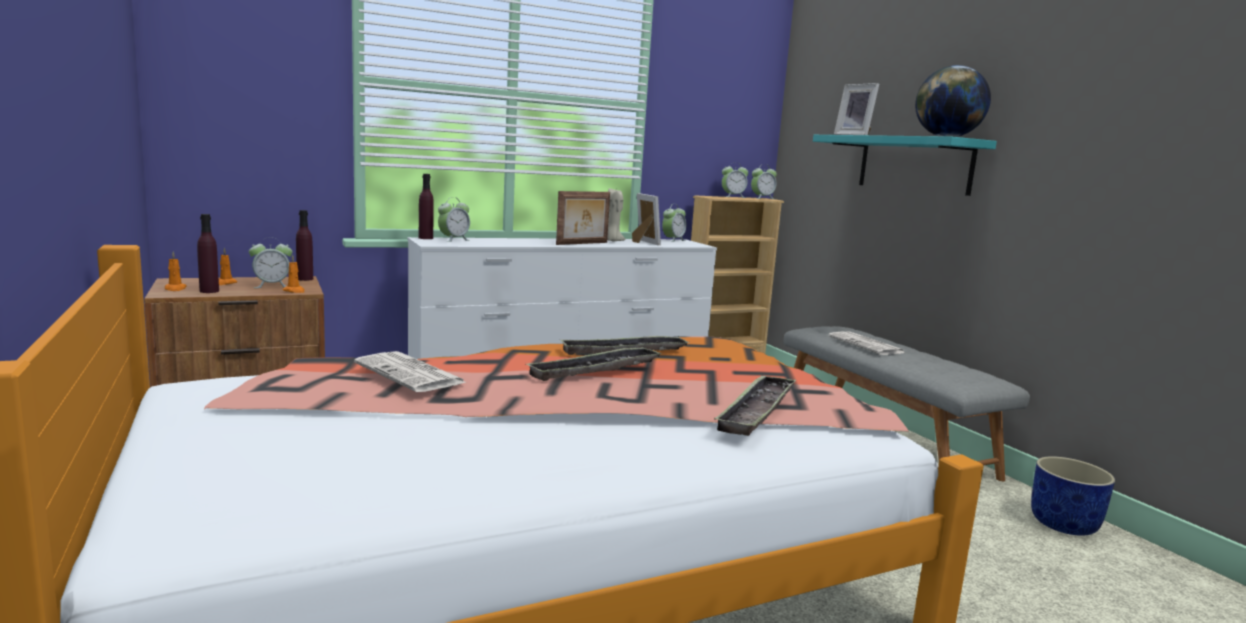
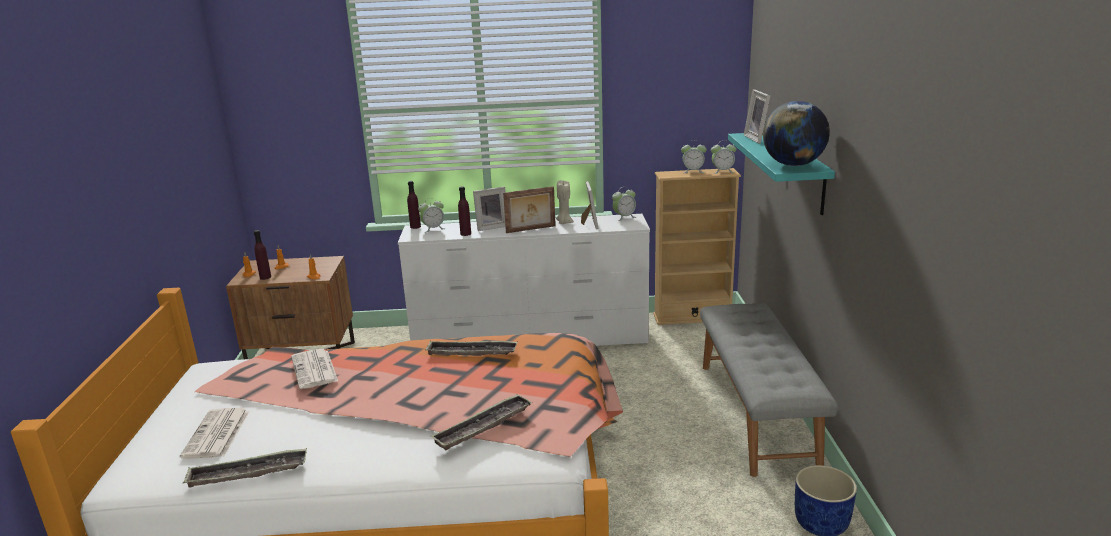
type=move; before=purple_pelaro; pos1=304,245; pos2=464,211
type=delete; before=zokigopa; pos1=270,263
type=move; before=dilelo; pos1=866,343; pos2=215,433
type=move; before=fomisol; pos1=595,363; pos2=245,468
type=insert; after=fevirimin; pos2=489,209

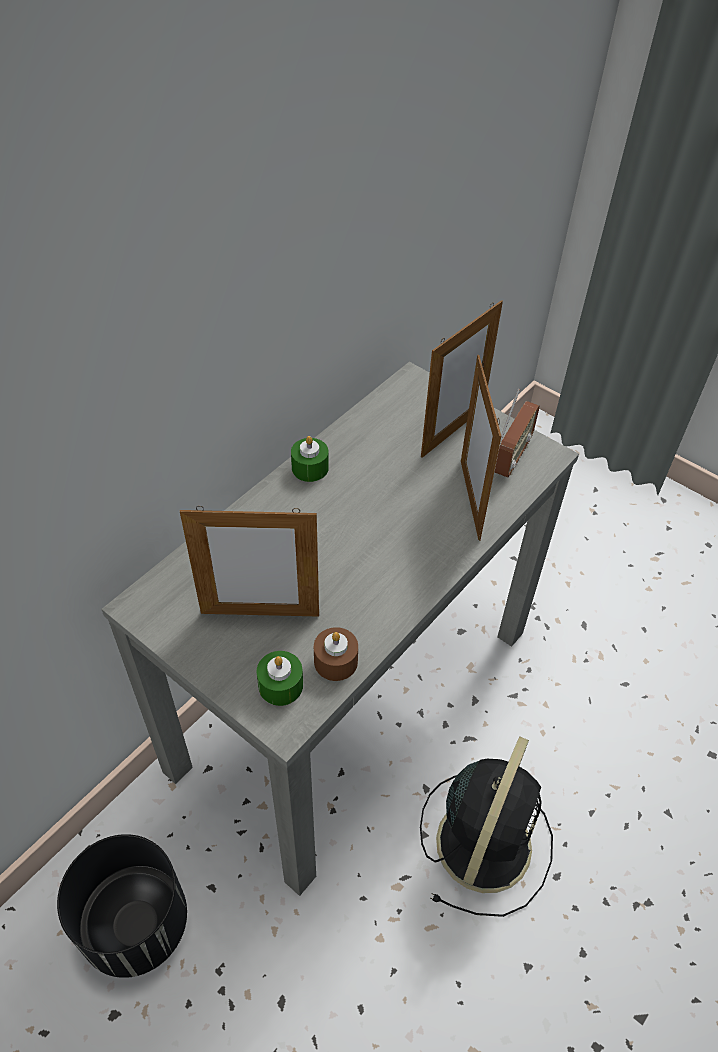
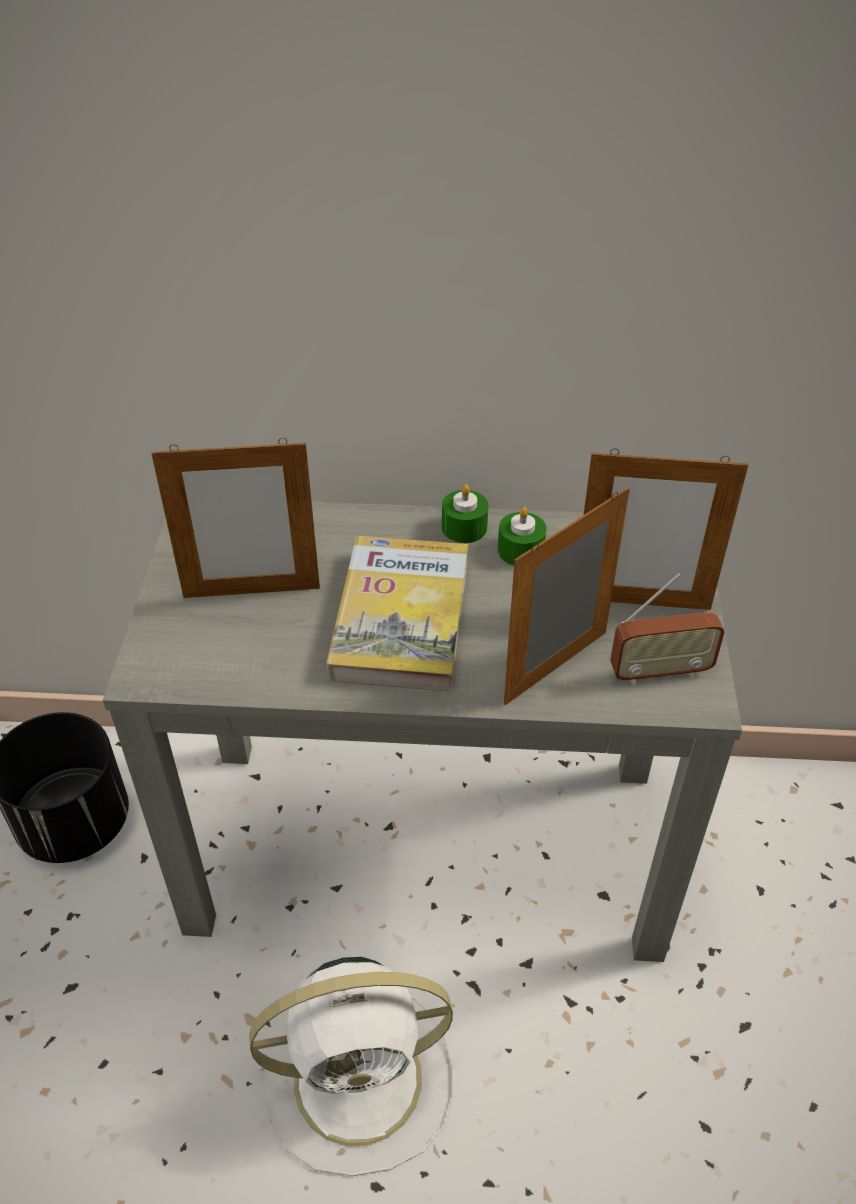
type=rotate; before=fevirimin; pos1=249,561; pos2=235,518; turn=-60
type=delete; before=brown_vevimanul; pos1=336,654
type=move; before=green_vevimanul; pos1=280,678; pos2=522,536
type=recolor; before=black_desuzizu; after=white_desuzizu; pos1=486,827; pos2=351,1066
type=insert; after=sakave; pos2=397,614

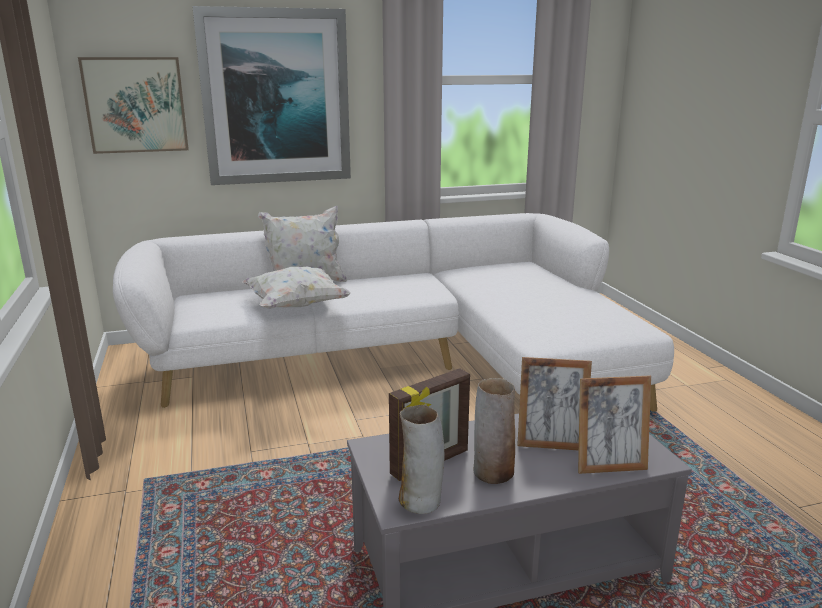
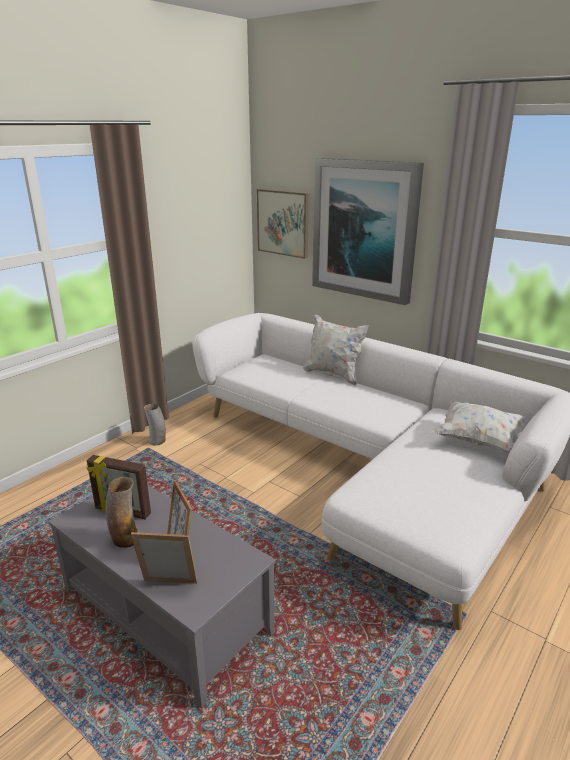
type=move; before=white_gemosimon; pos1=296,288; pos2=480,426
type=rotate; before=fevirimin; pos1=614,425; pos2=164,558; turn=135
type=move; before=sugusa; pos1=421,459; pos2=155,424

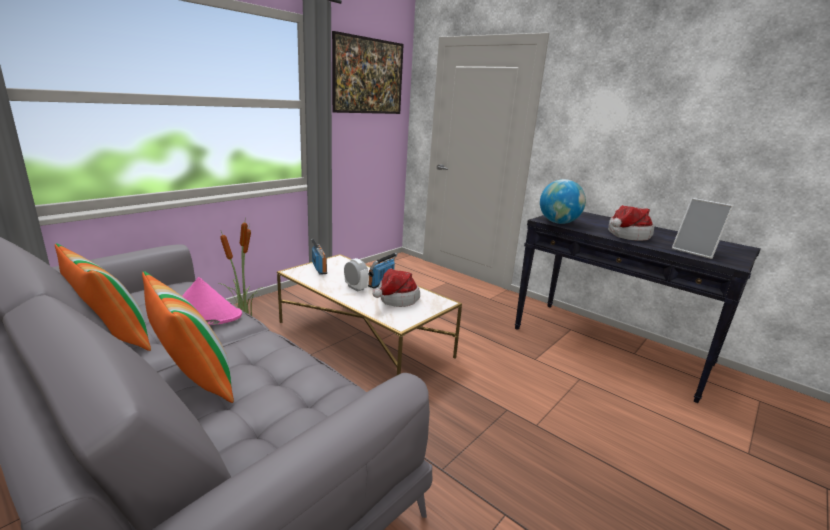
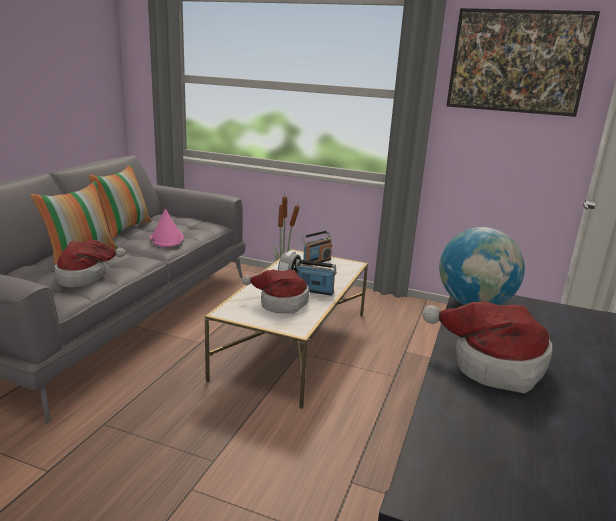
type=delete; before=fevirimin; pos1=703,228
type=insert; after=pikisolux; pos2=90,263

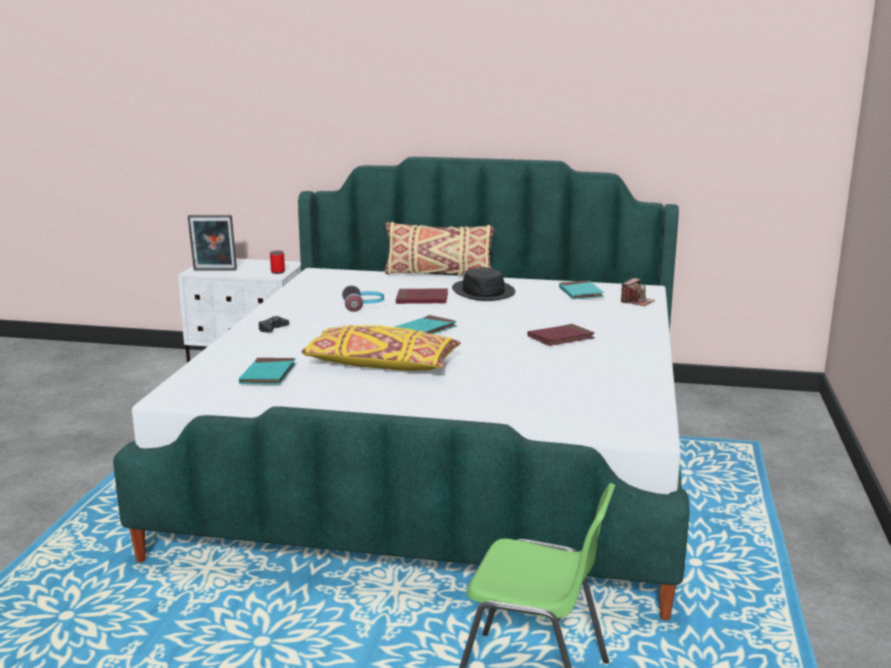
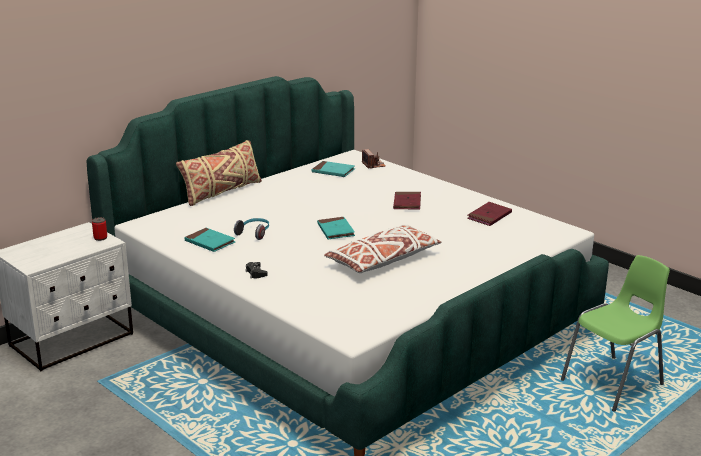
type=delete; before=fevirimin; pos1=212,243
type=delete; before=black_pikisolux; pos1=483,284
type=move; before=red_sakave; pos1=422,296; pos2=489,214
type=recolor; before=yellow_gemosimon; after=white_gemosimon; pos1=381,348; pos2=382,248
type=move; before=turquoise_sakave; pos1=267,371; pos2=209,240

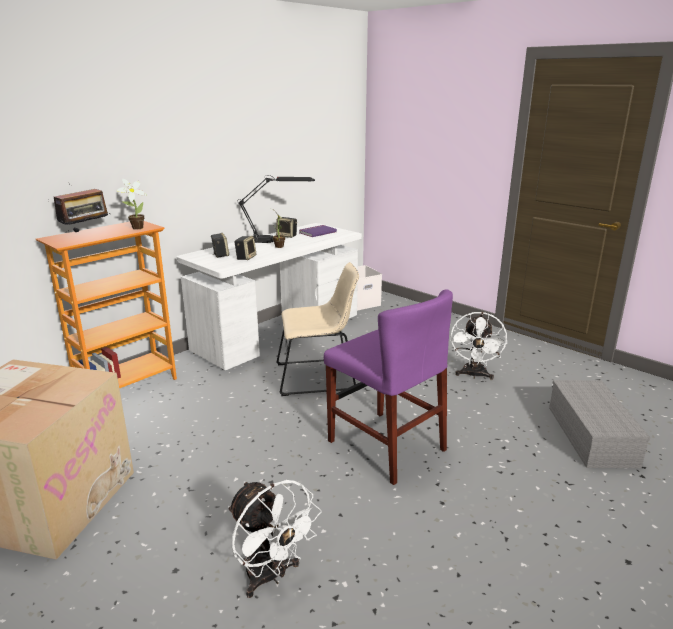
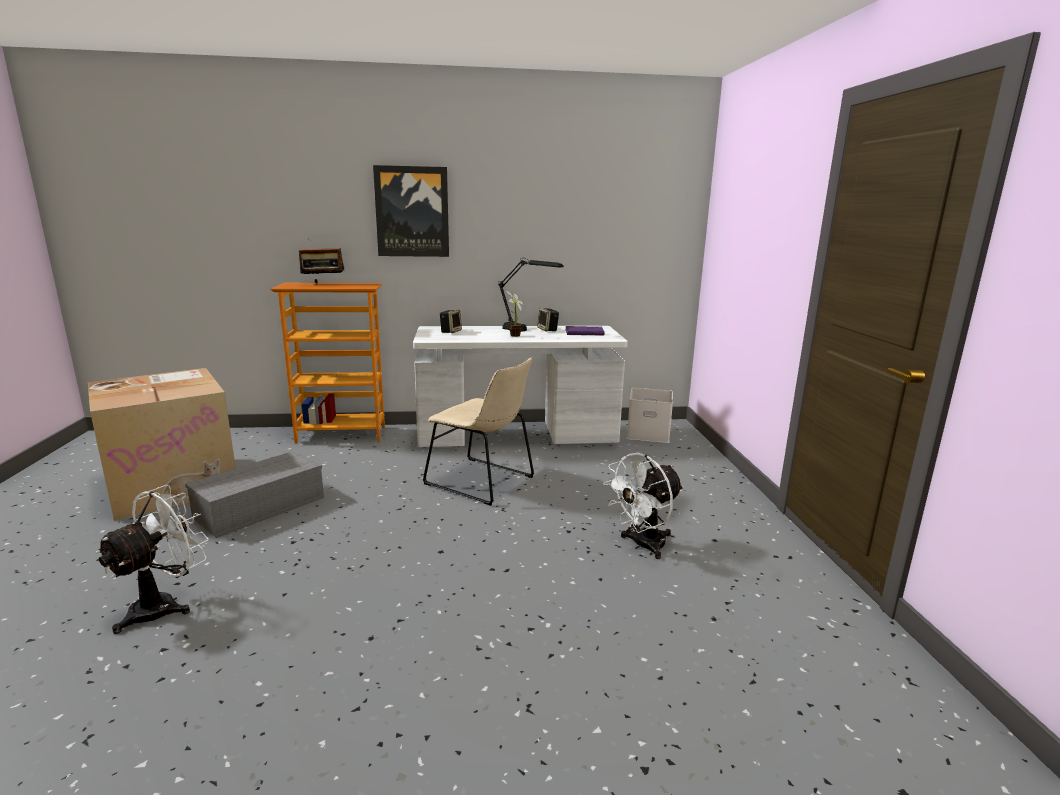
type=delete; before=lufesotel; pos1=132,204
type=delete; before=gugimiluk; pos1=245,248
type=delete; before=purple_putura; pos1=388,387
type=move; before=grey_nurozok; pos1=599,424; pos2=254,494
type=rotate; before=white_desuzizu; pos1=275,539; pos2=152,559; turn=-150
type=insert; after=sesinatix; pos2=411,211

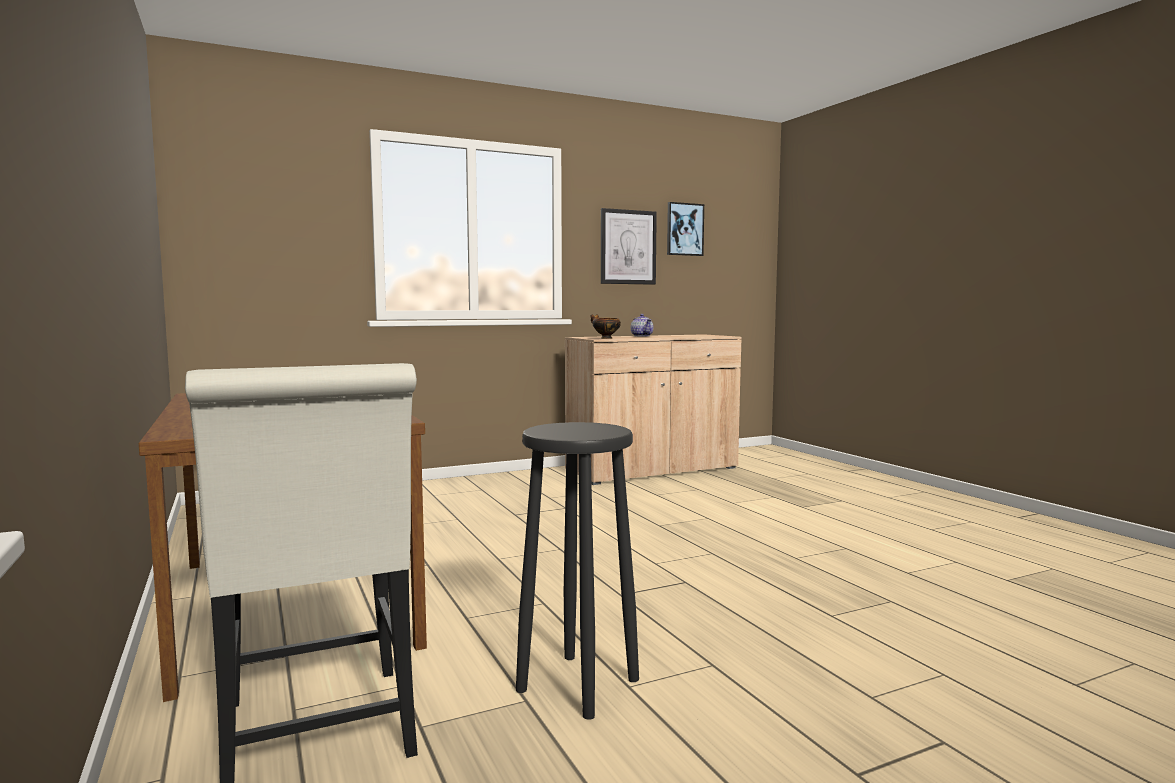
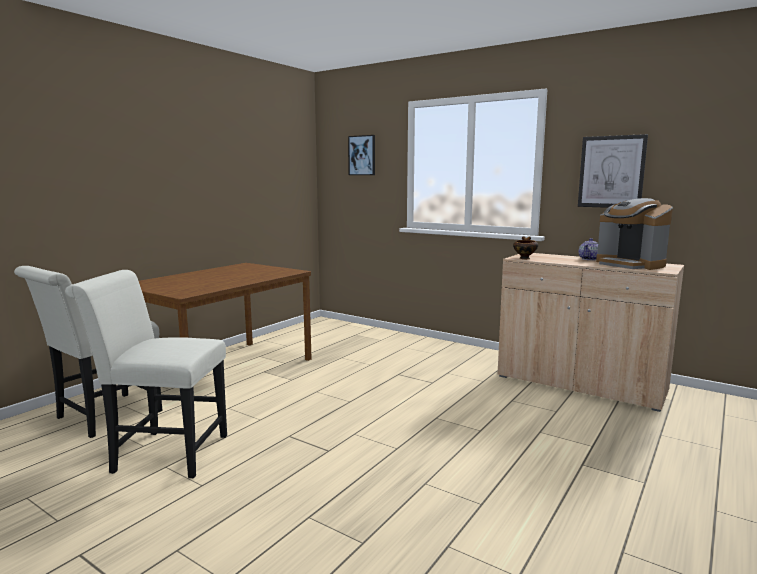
type=move; before=sesinatix; pos1=685,229; pos2=361,155
type=replace; before=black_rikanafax; after=white_putura; pos1=577,571; pos2=146,374
type=insert; after=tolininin; pos2=634,234

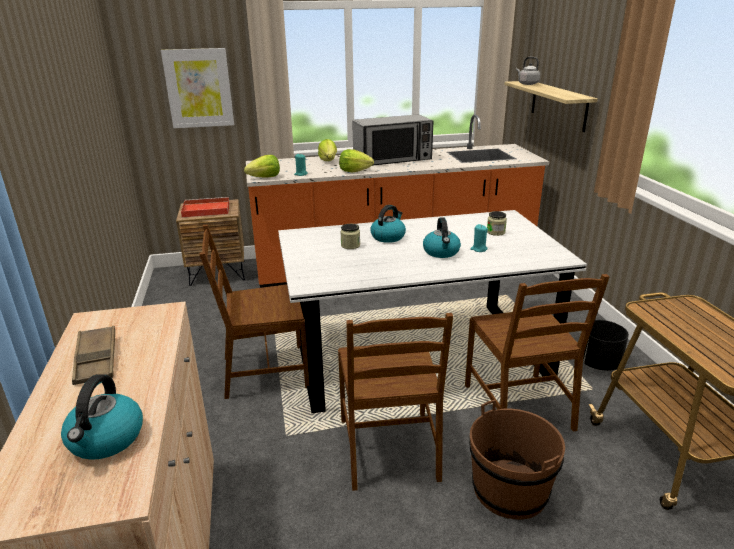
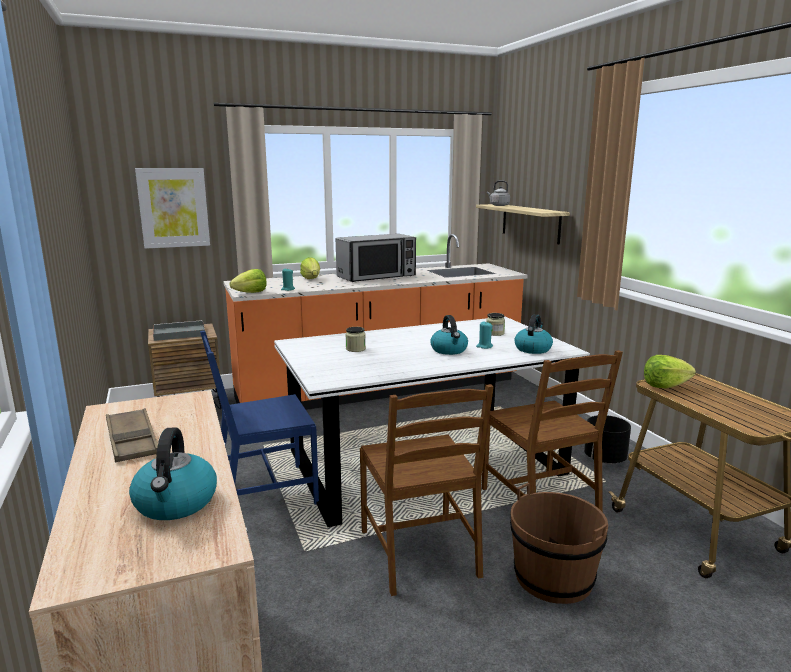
type=move; before=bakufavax; pos1=356,160; pos2=670,372
type=recolor; before=red_fomisol; after=grey_fomisol; pos1=205,207; pos2=179,330
type=move; before=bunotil; pos1=388,224; pos2=533,334
type=recolor; before=brown_putura; after=blue_putura; pos1=254,311; pos2=259,417

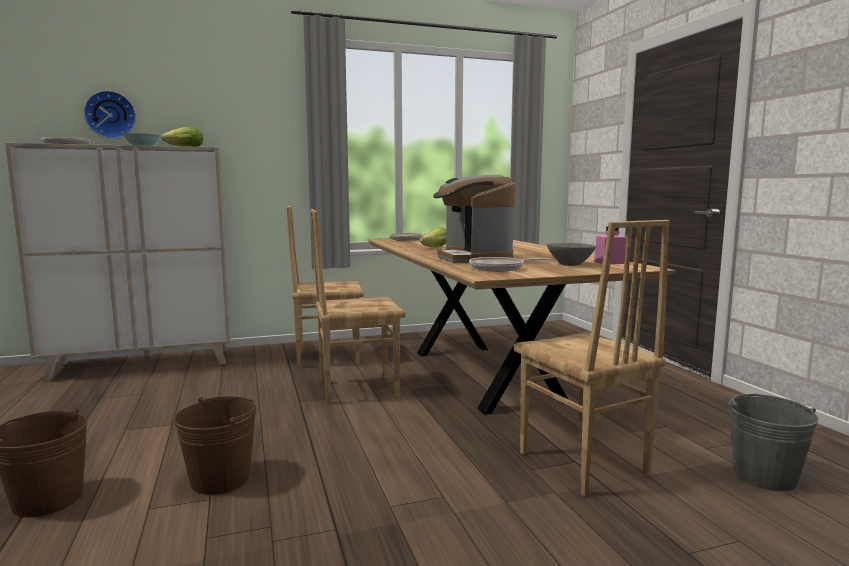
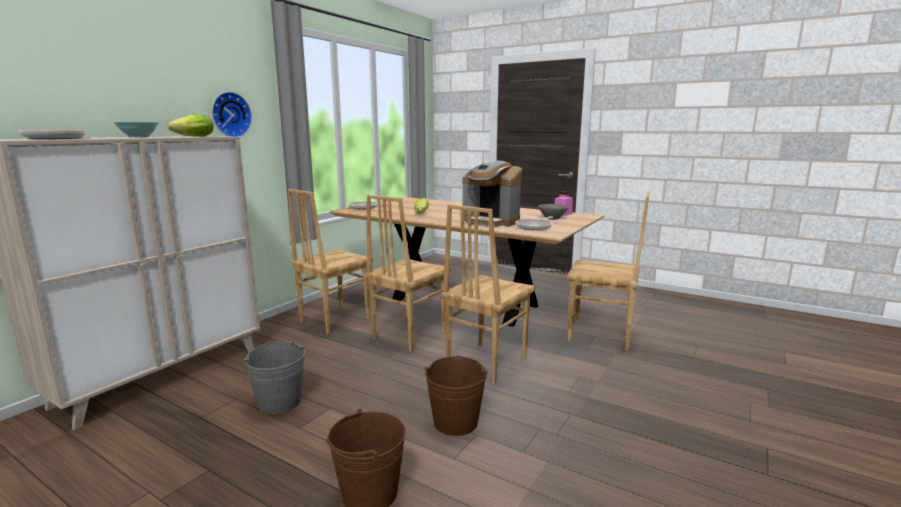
type=move; before=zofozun; pos1=109,114; pos2=232,114
type=move; before=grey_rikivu; pos1=773,442; pos2=274,377
type=insert; after=brown_putura; pos2=488,294

